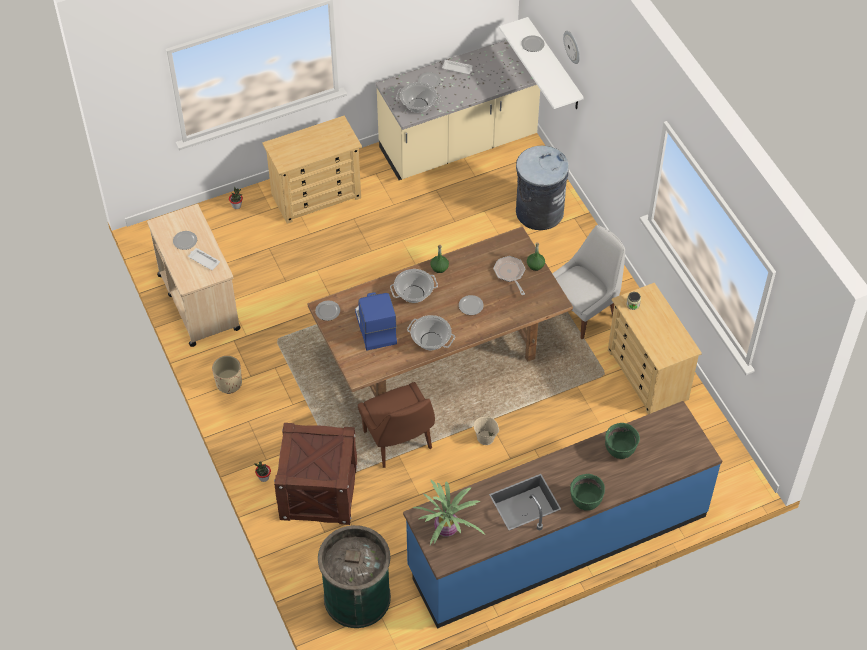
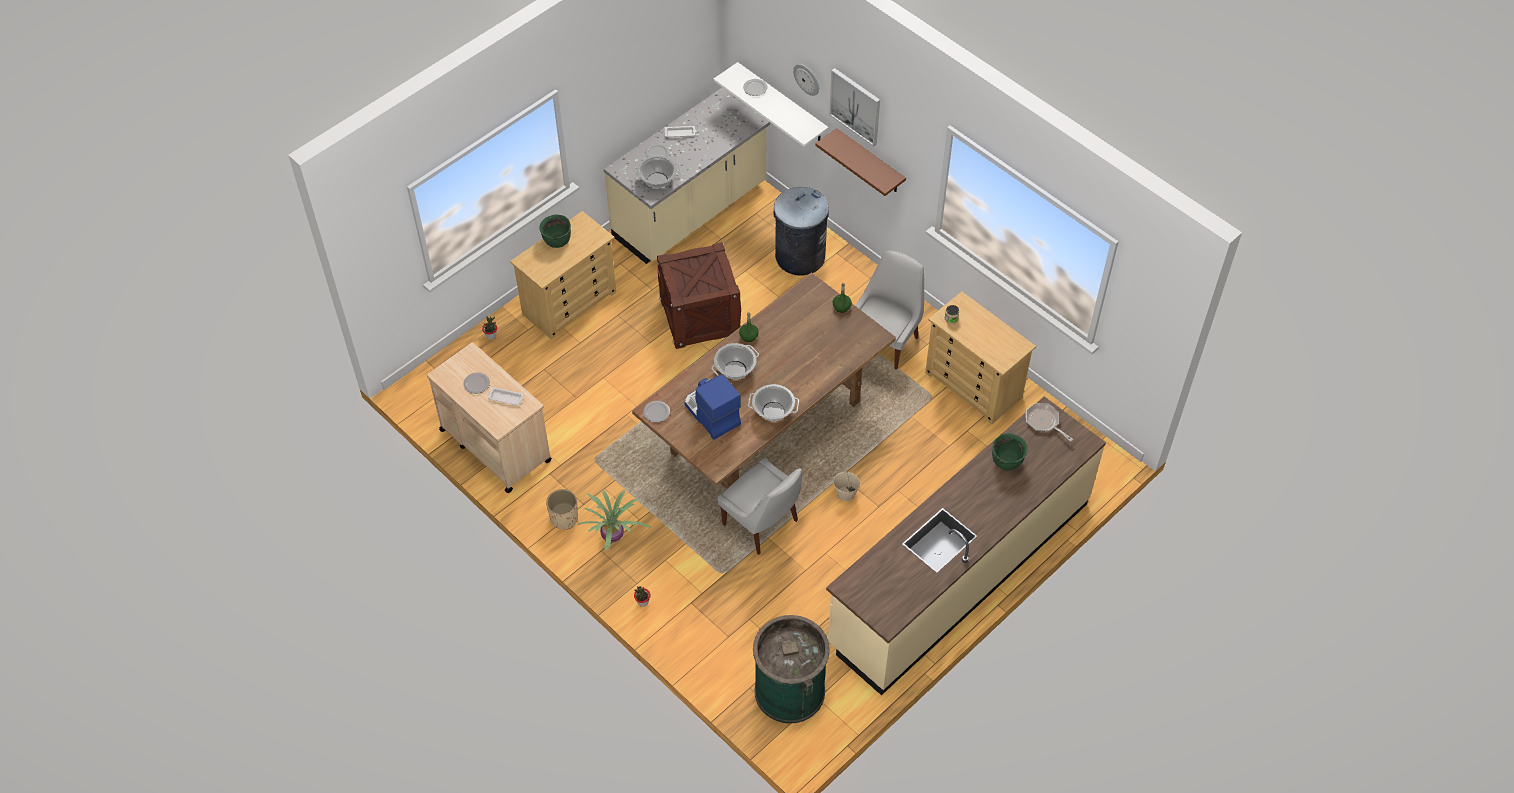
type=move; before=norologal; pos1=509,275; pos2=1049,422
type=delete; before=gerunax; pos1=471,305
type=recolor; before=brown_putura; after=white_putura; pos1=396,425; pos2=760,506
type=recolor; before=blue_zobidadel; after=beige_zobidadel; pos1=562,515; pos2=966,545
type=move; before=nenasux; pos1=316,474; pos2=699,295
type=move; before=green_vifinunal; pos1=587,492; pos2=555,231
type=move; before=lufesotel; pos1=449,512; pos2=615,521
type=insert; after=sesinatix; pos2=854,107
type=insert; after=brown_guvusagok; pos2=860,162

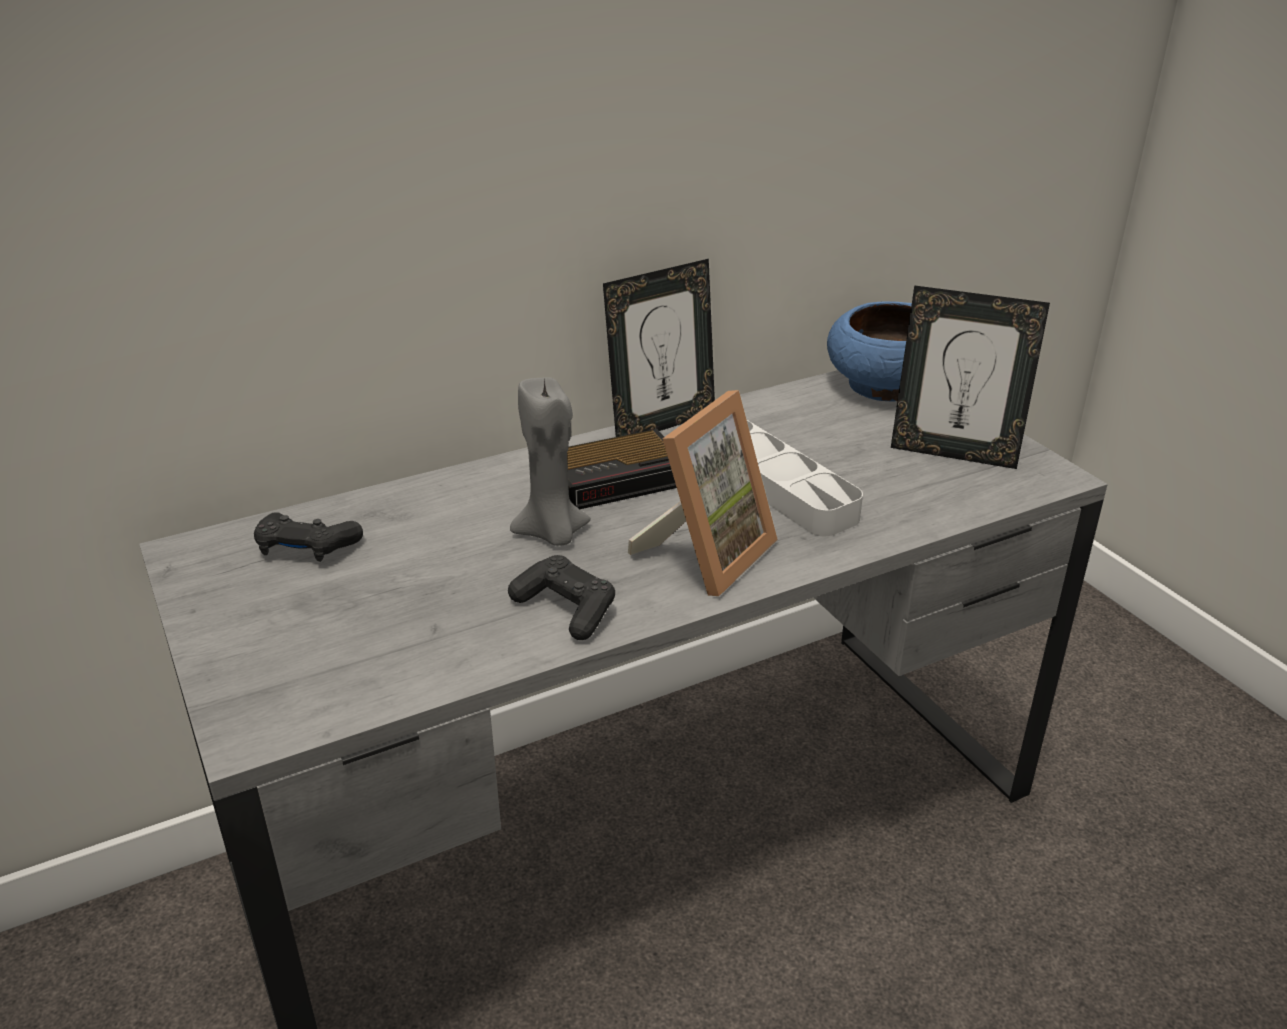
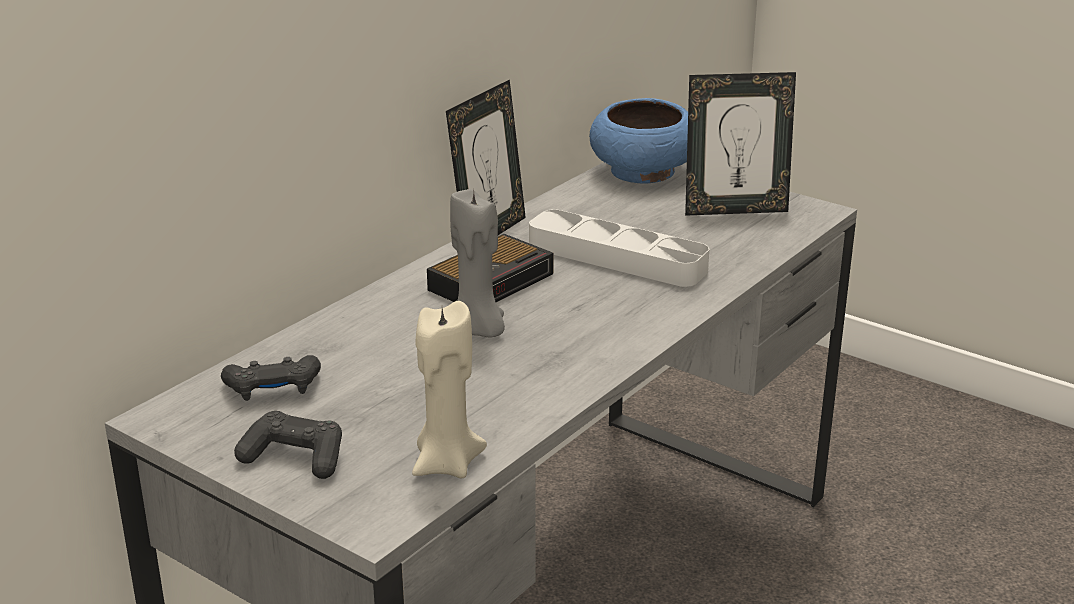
type=delete; before=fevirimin; pos1=703,493
type=move; before=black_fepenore; pos1=561,597; pos2=288,445
type=insert; after=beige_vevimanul; pos2=449,389

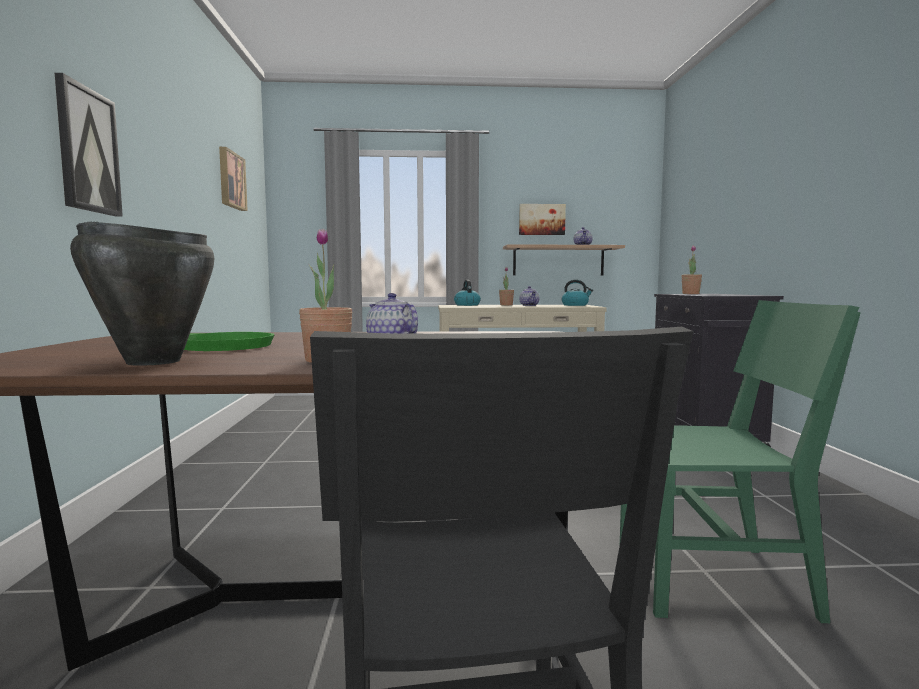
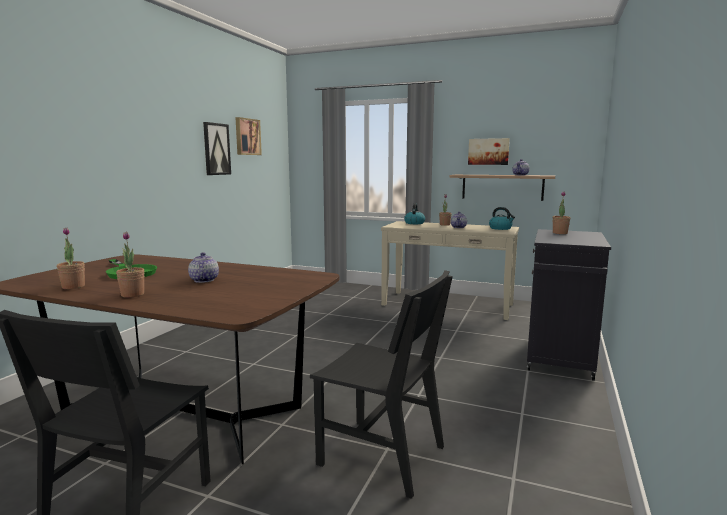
type=move; before=sesinatix; pos1=89,145; pos2=217,148
type=replace; before=black_vifinunal; after=lufesotel; pos1=142,294; pos2=71,258
type=recolor; before=green_putura; after=black_putura; pos1=740,461; pos2=381,384

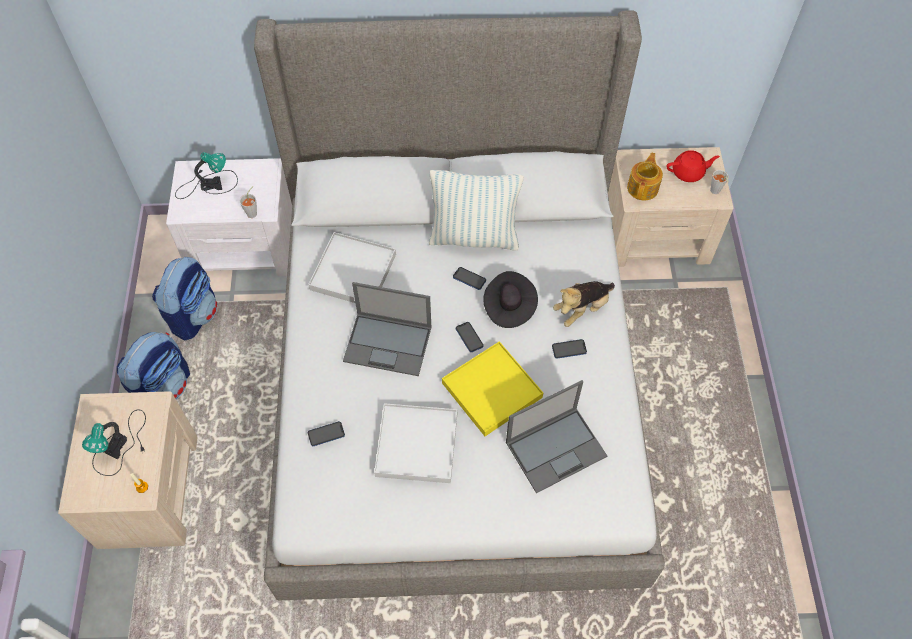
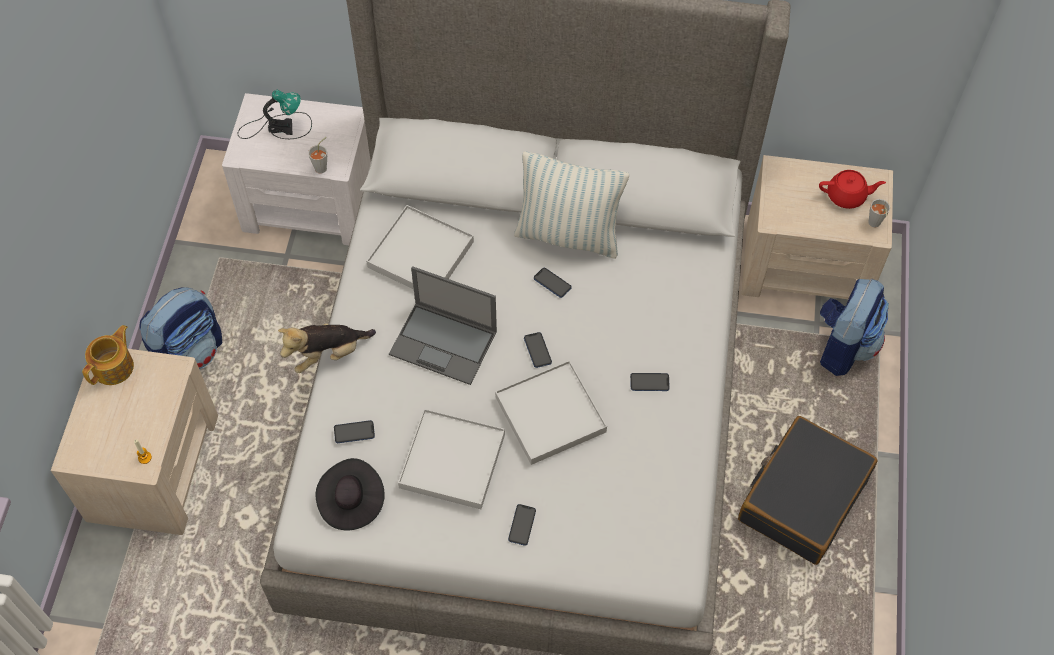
type=move; before=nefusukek; pos1=645,176; pos2=108,355
type=move; before=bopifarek; pos1=184,299; pos2=854,327
type=move; before=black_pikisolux; pos1=510,299; pos2=350,494
type=move; before=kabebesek; pos1=584,304; pos2=327,348
type=recolor; before=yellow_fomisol; after=white_fomisol; pos1=492,388; pos2=551,412
type=delete; before=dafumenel; pos1=556,436
type=delete; before=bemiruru; pos1=114,442
type=insert; after=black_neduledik; pos2=808,490
type=insert; after=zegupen; pos2=522,525

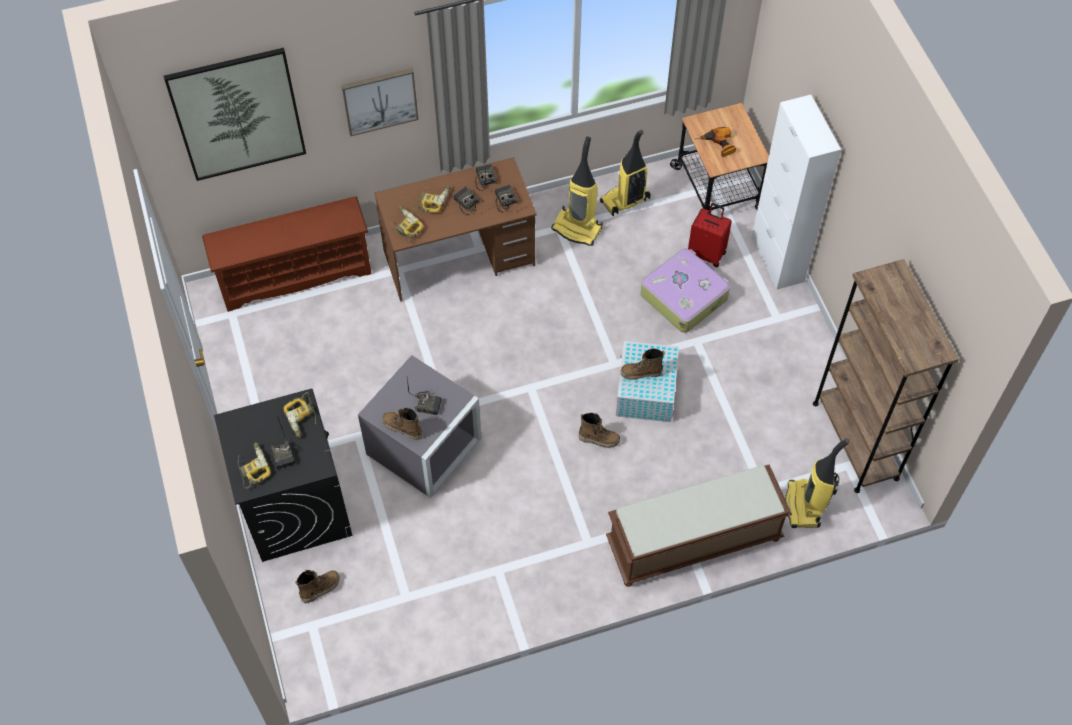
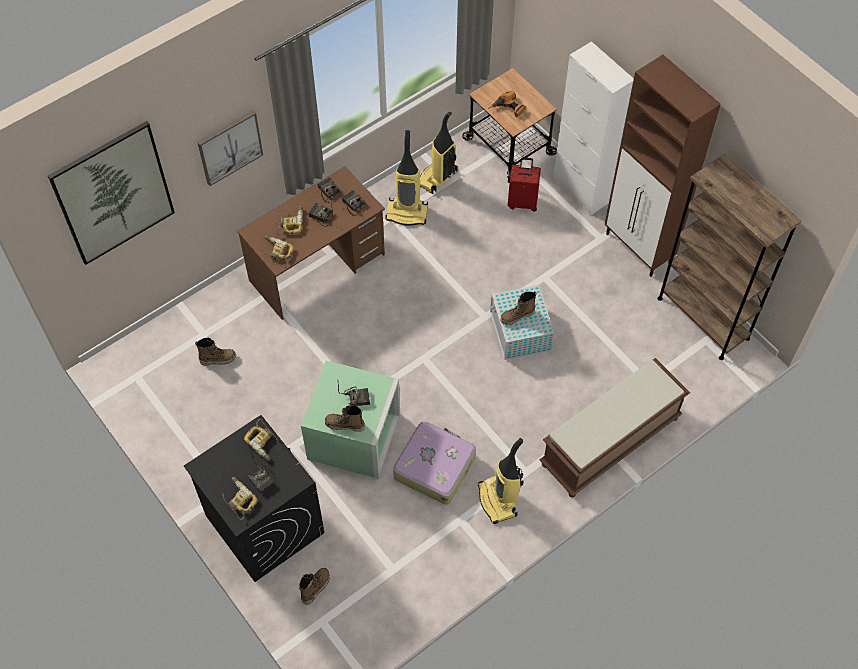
type=delete; before=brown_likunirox; pos1=287,254
type=move; before=neduledik; pos1=685,290; pos2=434,463
type=recolor; before=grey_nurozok; after=green_nurozok; pos1=420,426; pos2=350,420
type=move; before=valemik; pos1=599,430; pos2=215,351
type=move; before=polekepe; pos1=817,483; pos2=500,481
type=insert; after=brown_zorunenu; pos2=663,166

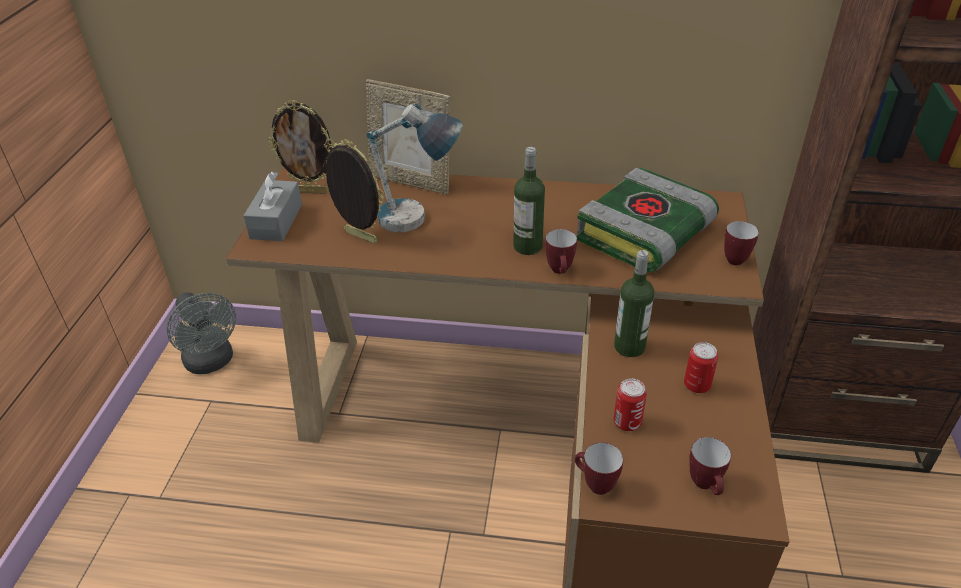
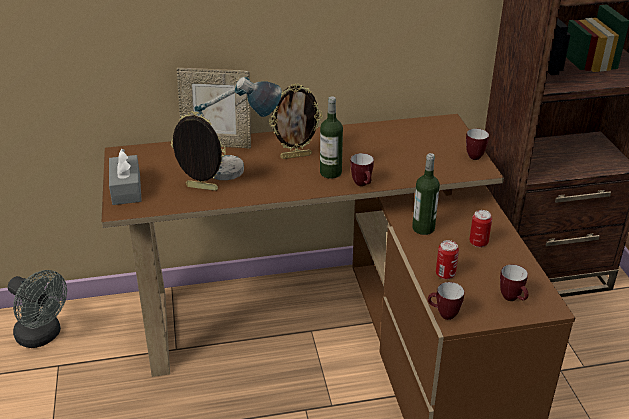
type=move; before=fevirimin; pos1=300,147; pos2=296,121
type=delete; before=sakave; pos1=648,220

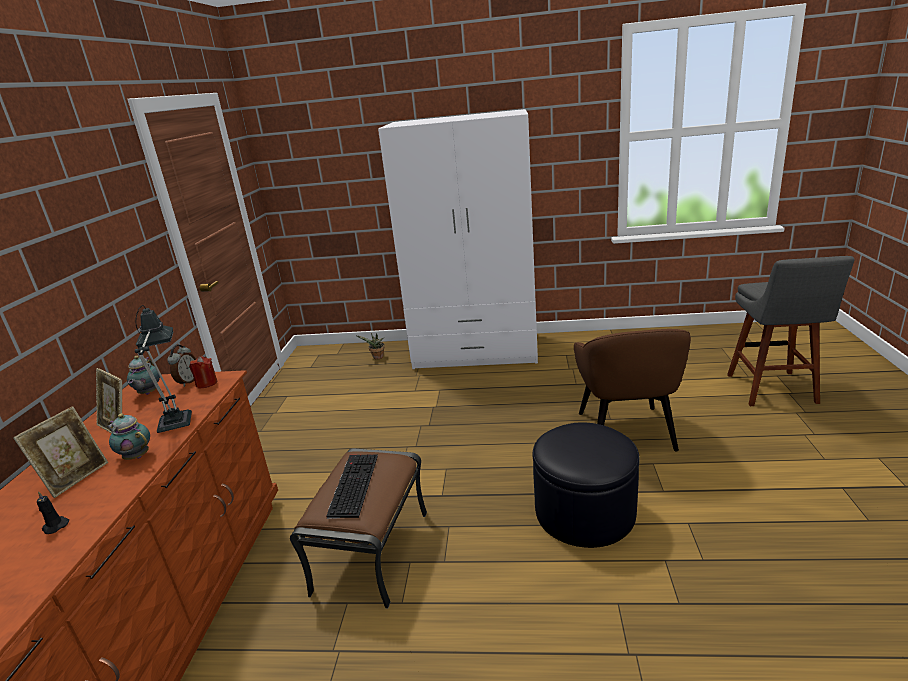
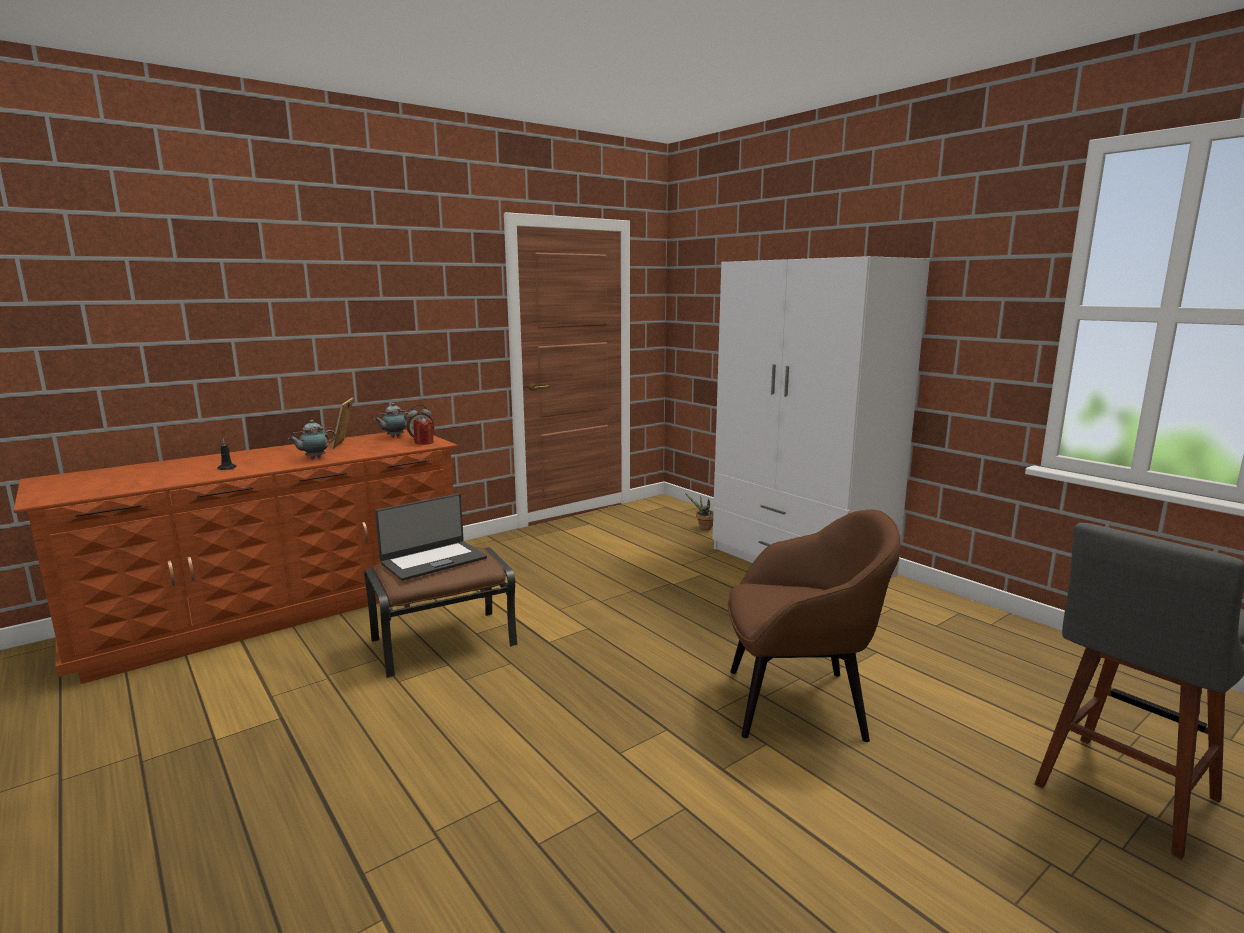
type=delete; before=bemiruru; pos1=163,369
type=rotate; before=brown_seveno; pos1=632,390; pos2=814,626; turn=-135
type=delete; before=fevirimin; pos1=60,452
type=rotate; before=nefusukek; pos1=128,436; pos2=312,439; turn=-120
type=delete; before=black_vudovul; pos1=586,485
type=replace; before=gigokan; after=dafumenel; pos1=352,486; pos2=431,537

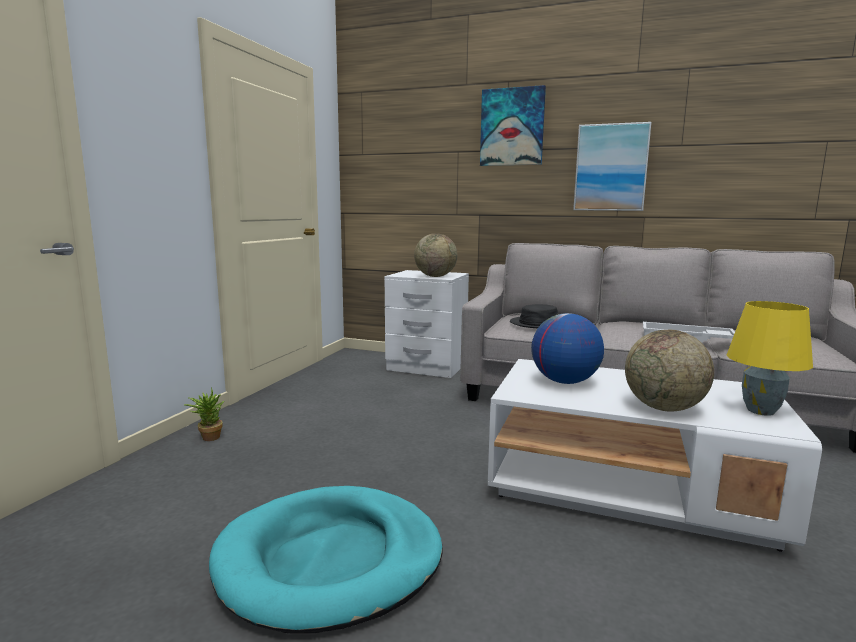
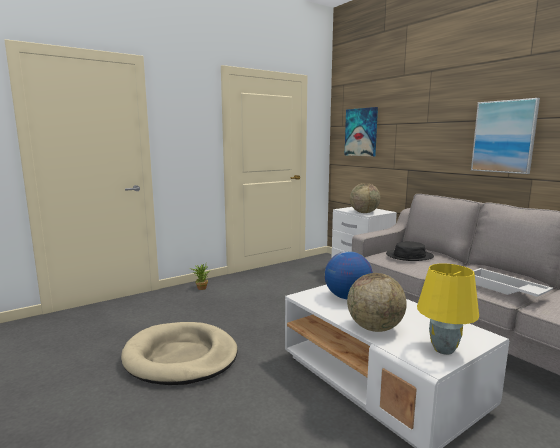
type=move; before=sesinatix; pos1=513,125; pos2=361,132
type=recolor; before=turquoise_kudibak; after=beige_kudibak; pos1=326,559; pos2=179,353

